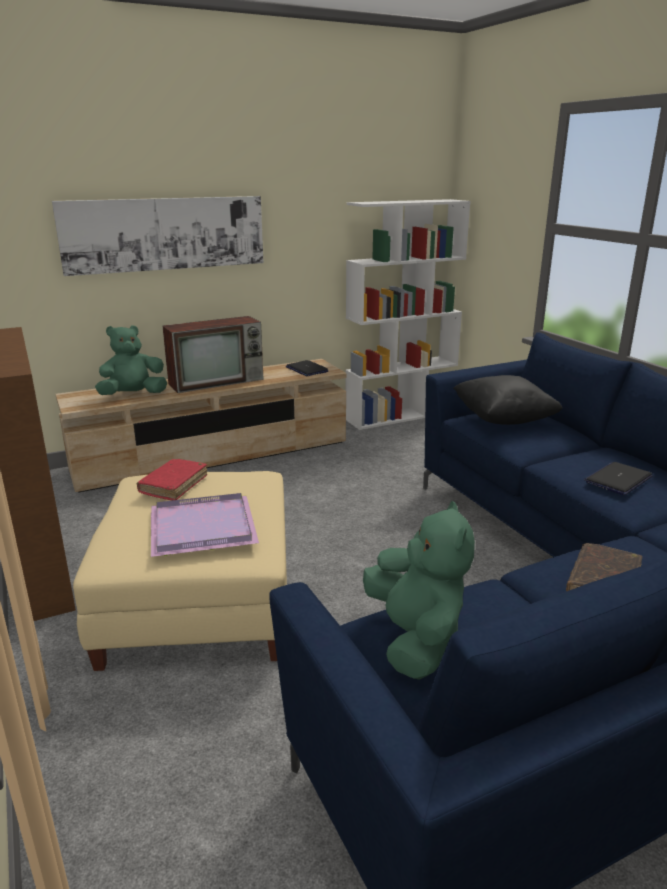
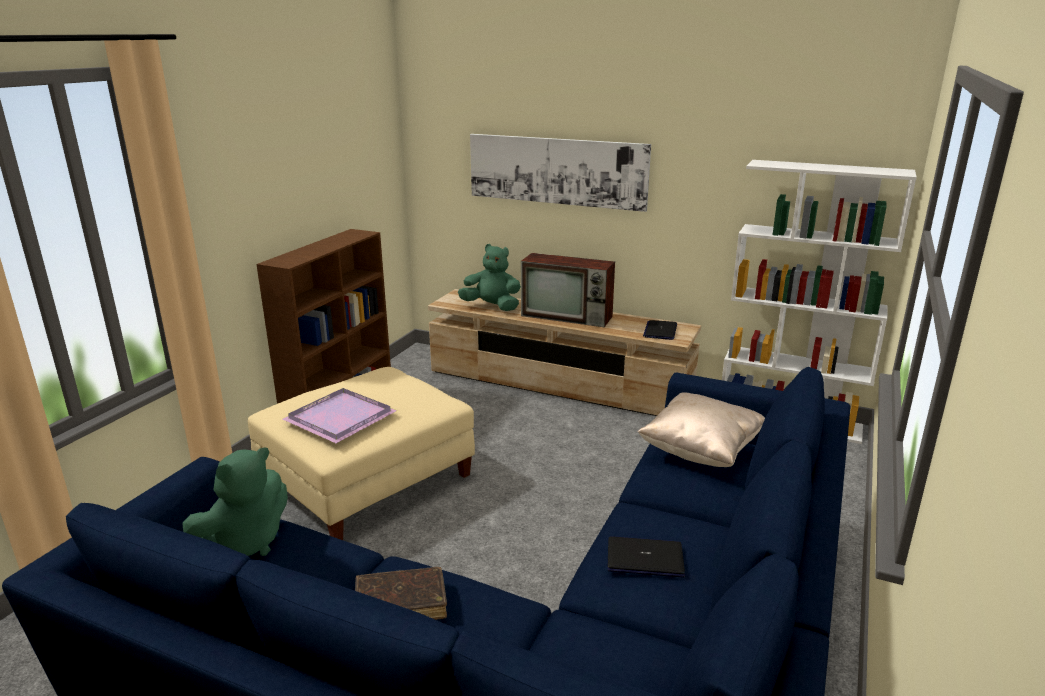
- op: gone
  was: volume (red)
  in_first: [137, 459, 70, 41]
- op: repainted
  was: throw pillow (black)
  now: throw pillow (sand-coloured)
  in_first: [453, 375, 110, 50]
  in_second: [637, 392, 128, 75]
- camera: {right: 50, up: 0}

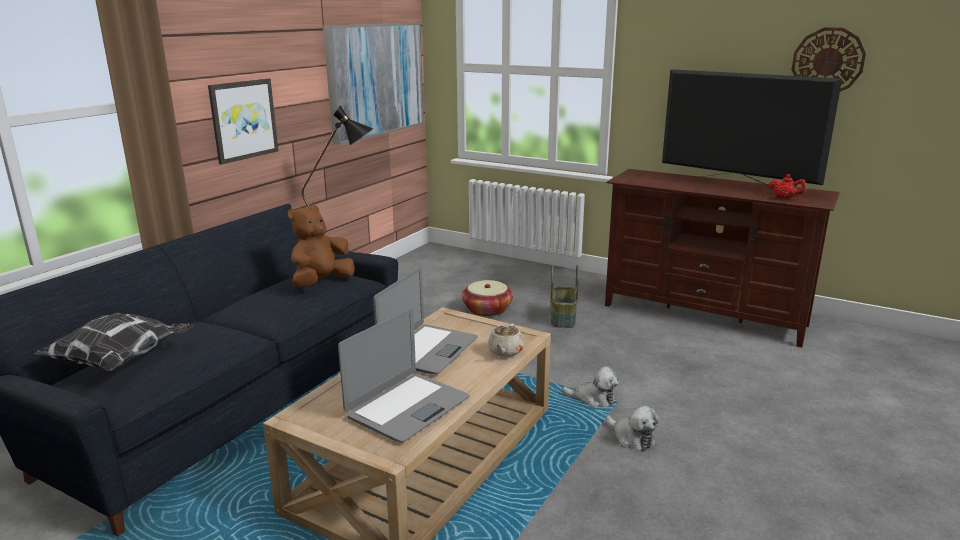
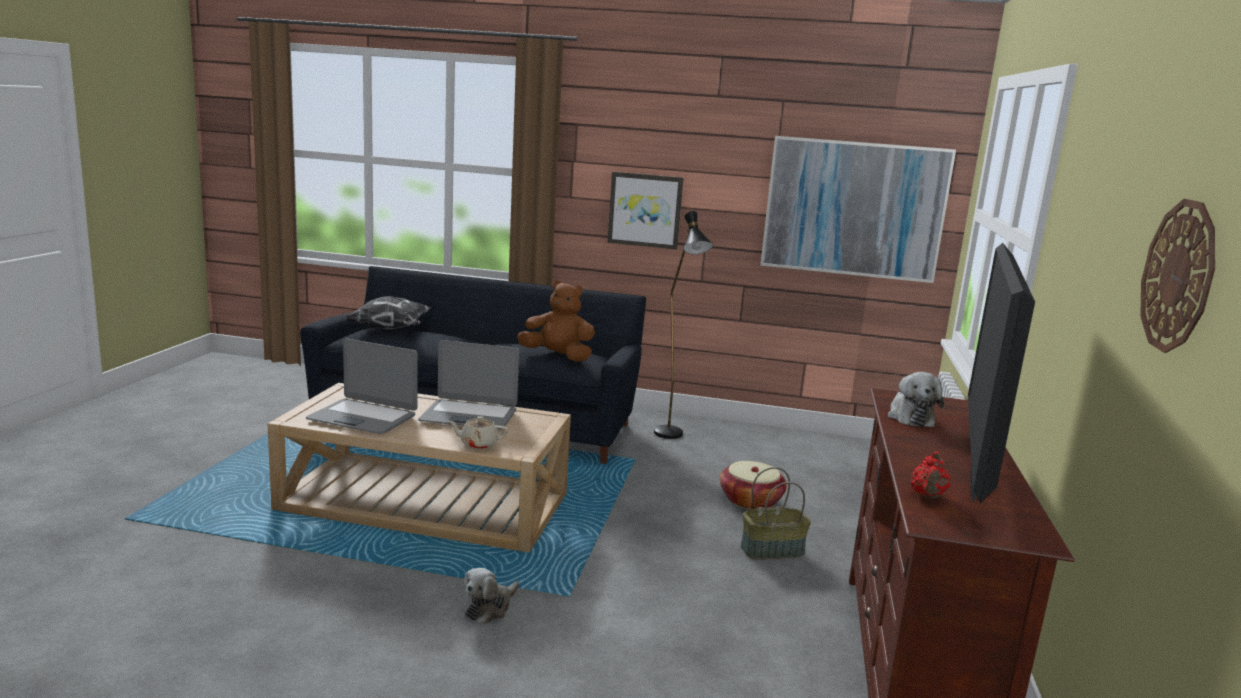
- op: shifted
  was: plush toy
  in_first: [562, 367, 57, 41]
  in_second: [888, 372, 56, 55]
- camera: {right: 70, up: -5}

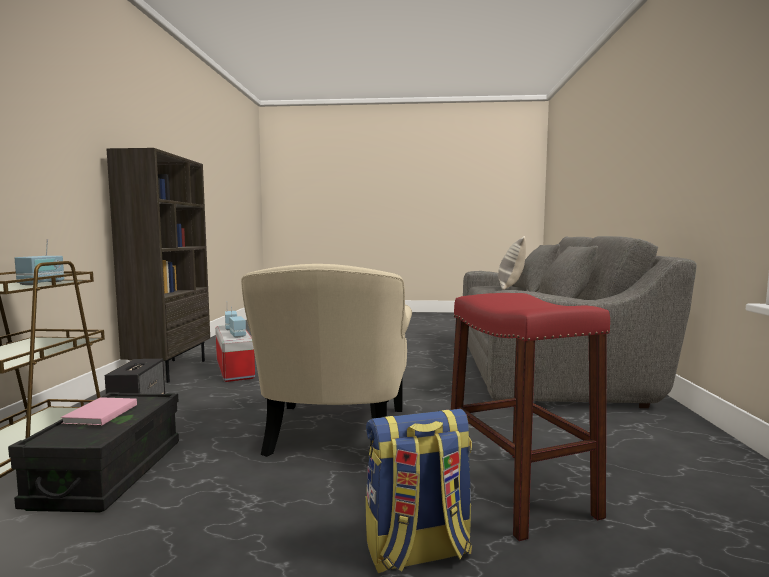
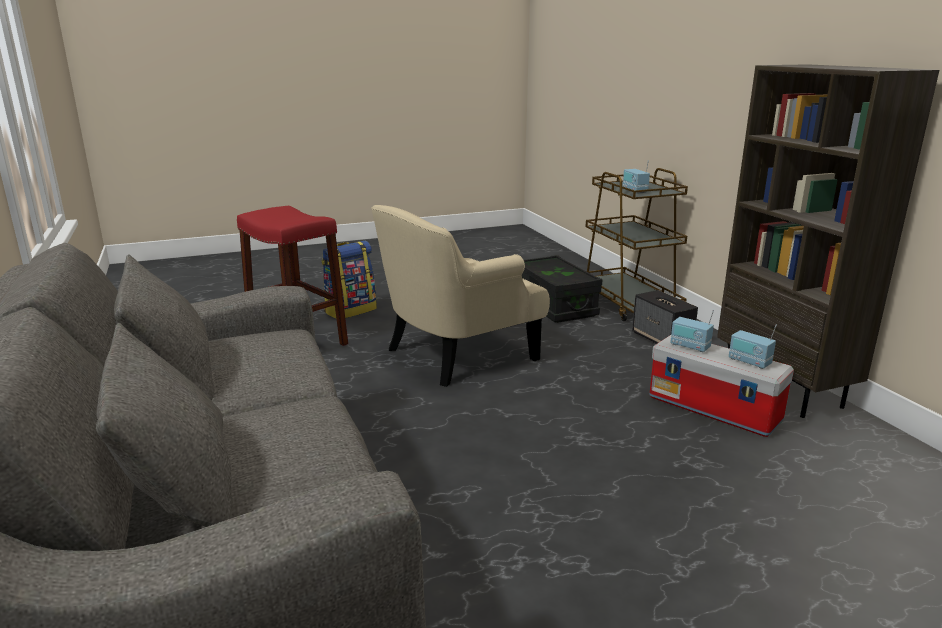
- op: gone
  was: volume (pink)
  in_first: [61, 397, 76, 29]
- op: rotated
  was: easy chair (sand-coloured)
  in_first: [241, 264, 171, 193]
  in_second: [371, 205, 179, 182]
  clockwise: -105
- op: gone
  was: throw pillow
  in_first: [498, 236, 28, 54]
- camera: {right: 155, up: 15}

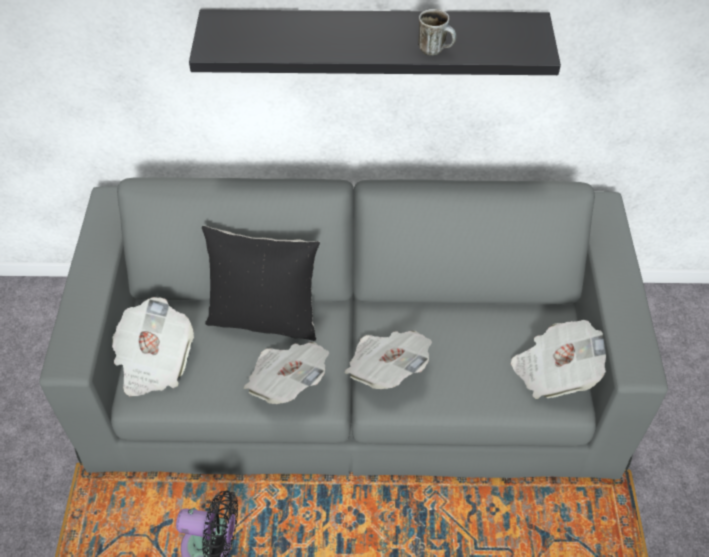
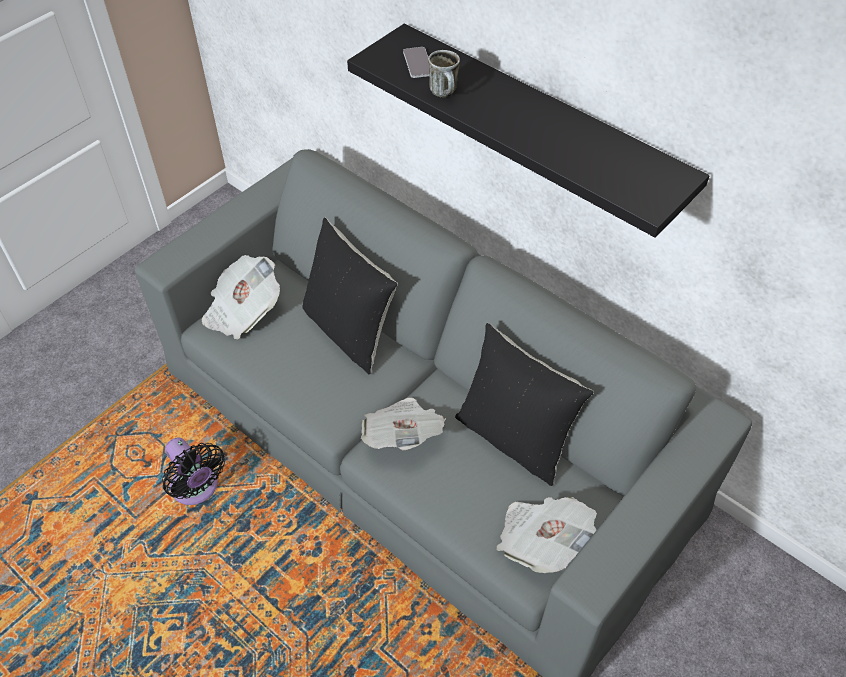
- op: gone
  was: daily paper
  in_first: [244, 342, 85, 62]
- op: shifted
  was: tea mug
  in_first: [418, 9, 38, 46]
  in_second: [428, 50, 32, 47]
- op: new
  now: handset
  in_second: [403, 47, 26, 31]
- op: new
  now: throw pillow (black)
  in_second: [455, 323, 139, 163]
- camera: {right: 40, up: 0}

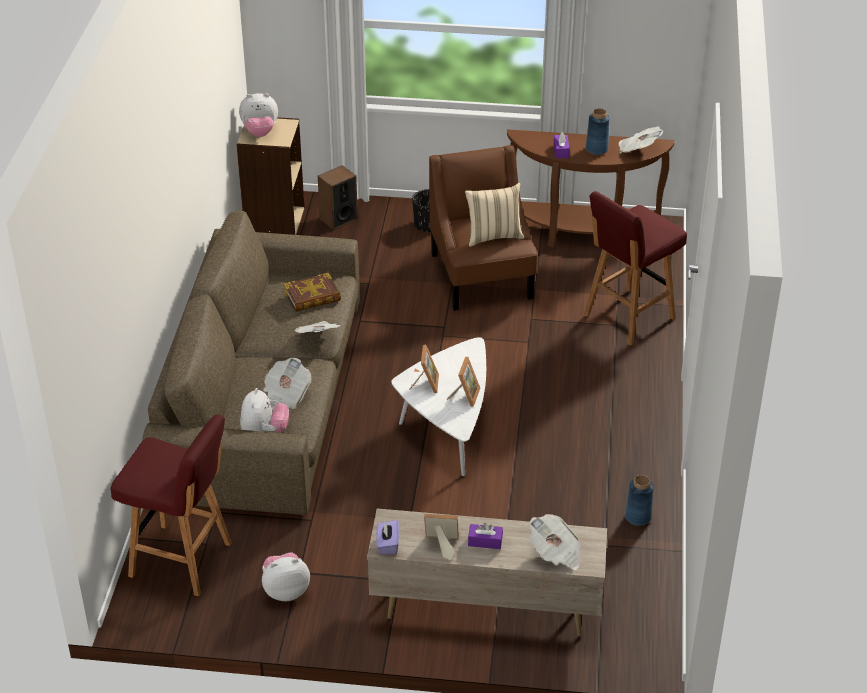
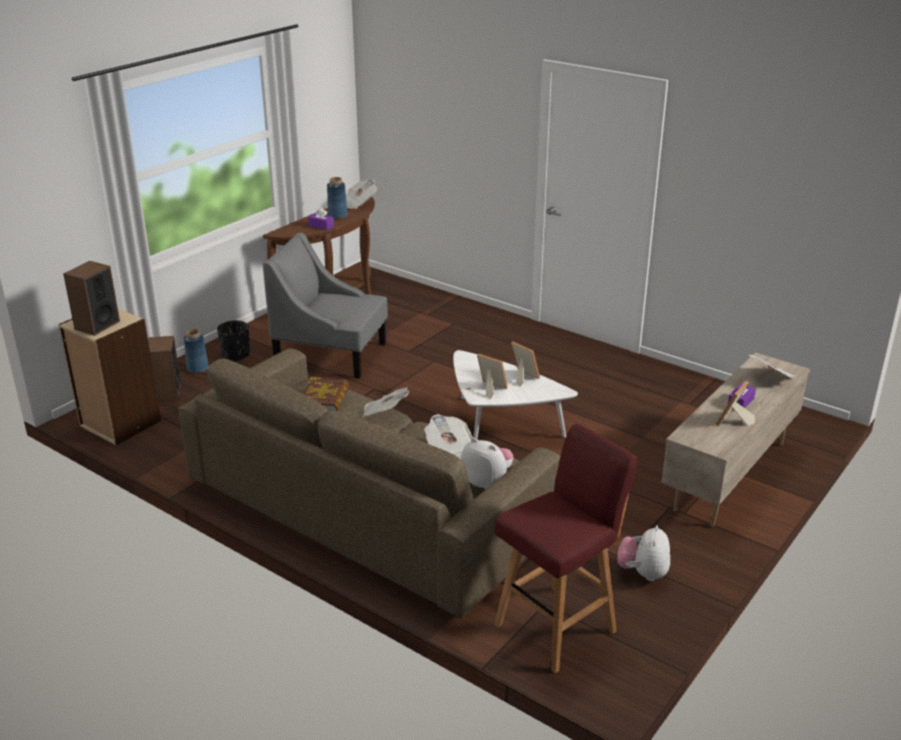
- op: swapped
  was: plush toy
  now: audio speaker
  in_first: [239, 93, 39, 44]
  in_second: [63, 261, 57, 75]
- op: gone
  was: tissue holder (purple-coloured)
  in_first: [376, 520, 23, 34]
- op: repainted
  was: easy chair (brownish)
  now: easy chair (greyish)
  in_first: [429, 145, 108, 166]
  in_second: [263, 232, 125, 147]
- op: gone
  was: throw pillow (sand-coloured)
  in_first: [465, 183, 59, 64]
- op: gone
  was: sitting stool (red)
  in_first: [584, 191, 103, 155]
- op: shifted
  was: vase (blue)
  in_first: [625, 475, 29, 51]
  in_second: [184, 329, 25, 44]
- camera: {right: -60, up: -10}

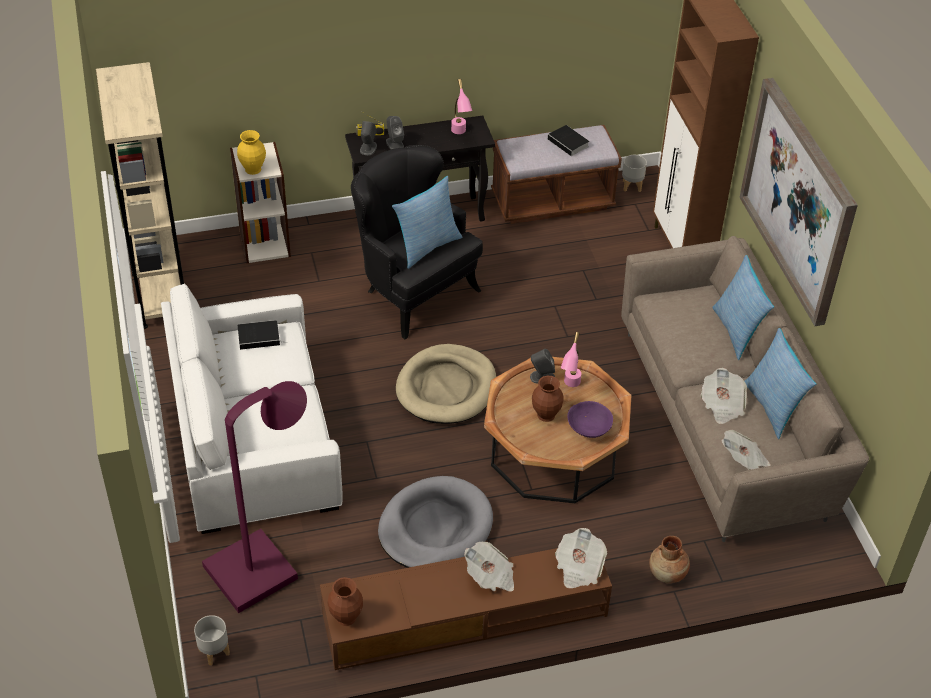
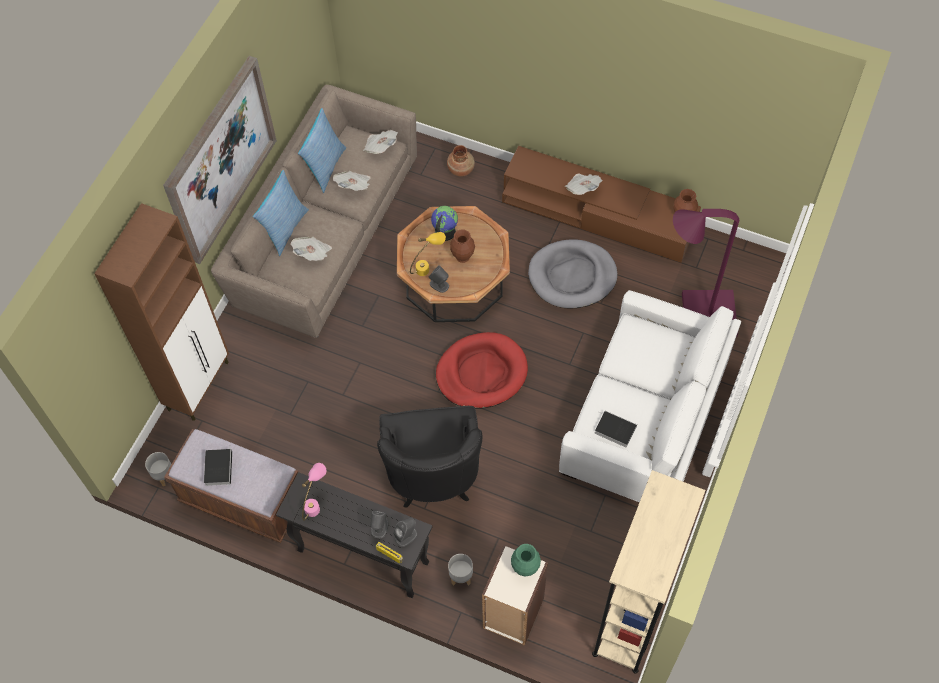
- op: shifted
  was: plant pot (greyish)
  in_first: [194, 615, 36, 50]
  in_second: [448, 554, 25, 32]
- op: repainted
  was: vase (yellowish)
  now: vase (green)
  in_first: [237, 130, 29, 45]
  in_second: [511, 544, 30, 32]
- op: gone
  was: throw pillow
  in_first: [392, 176, 71, 93]
- op: repainted
  was: dog bed (sand-coloured)
  now: dog bed (red)
  in_first: [396, 344, 100, 80]
  in_second: [436, 332, 92, 77]
- op: shifted
  was: daily paper
  in_first: [555, 528, 52, 60]
  in_second: [291, 237, 41, 24]
- op: repainted
  was: tabletop lamp (pink)
  now: tabletop lamp (yellowish)
  in_first: [561, 332, 20, 55]
  in_second: [410, 232, 36, 44]
- op: swapped
  was: deep dish (purple-coloured)
  now: globe
  in_first: [567, 401, 46, 37]
  in_second: [431, 206, 27, 35]
- camera: {right: -140, up: 15}

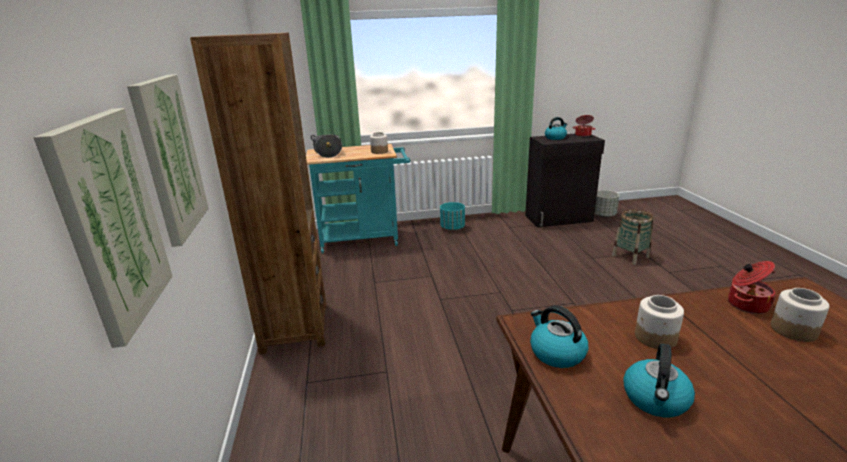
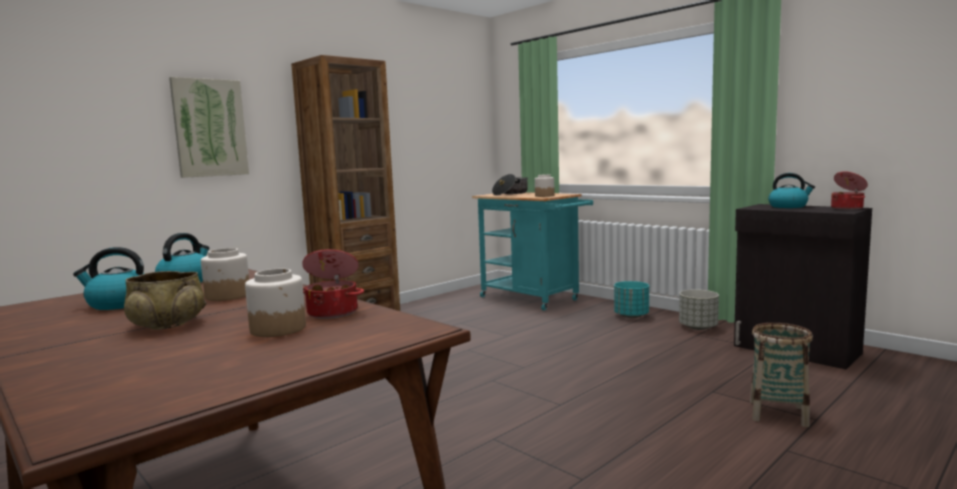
- op: gone
  was: wall art
  in_first: [33, 108, 139, 240]
- op: shifted
  was: plant pot (greyish)
  in_first: [595, 190, 24, 27]
  in_second: [679, 289, 40, 41]
- op: new
  now: deep dish (sand-coloured)
  in_second: [124, 271, 82, 59]
- camera: {right: 55, up: -15}

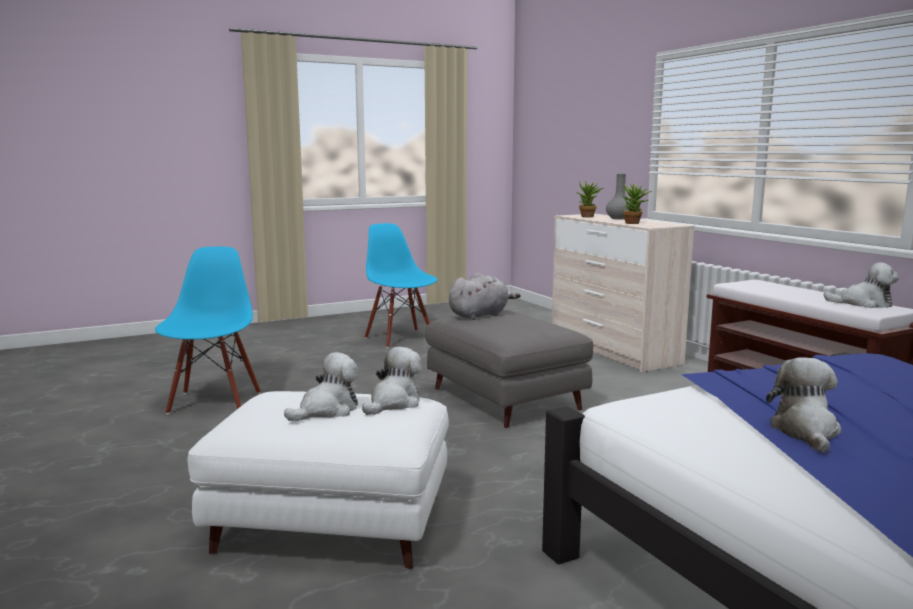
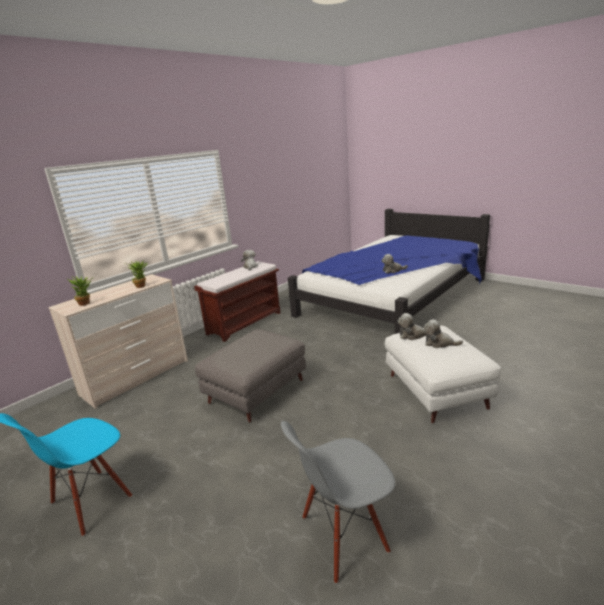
- op: repainted
  was: upright chair (blue)
  now: upright chair (greyish)
  in_first: [155, 247, 106, 167]
  in_second: [281, 421, 114, 163]
- op: gone
  was: plush toy (greyish)
  in_first: [449, 273, 72, 47]
- op: gone
  was: vase (greyish)
  in_first: [606, 174, 24, 45]
- camera: {right: -110, up: 10}

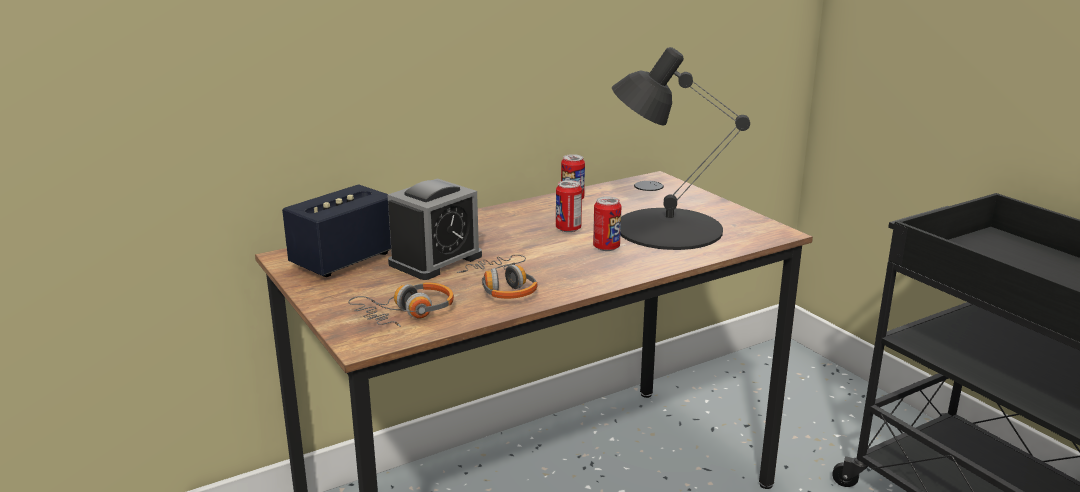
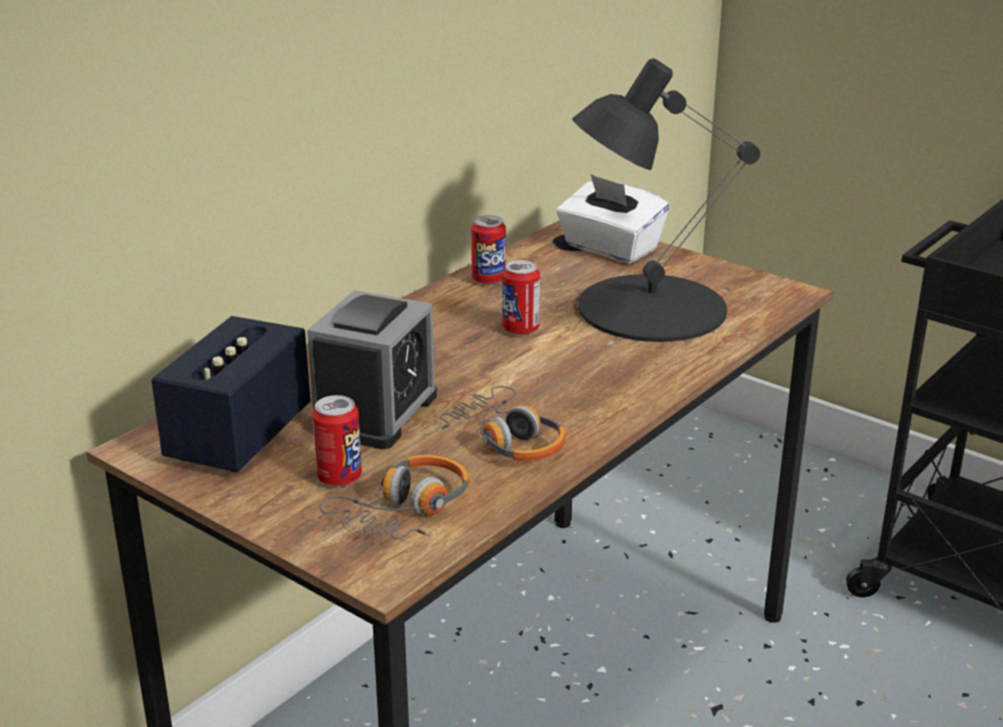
- op: shifted
  was: sealed can
  in_first: [593, 197, 28, 54]
  in_second: [312, 395, 50, 91]
- op: new
  now: tissue holder (whitish)
  in_second: [556, 174, 114, 89]
- camera: {right: -20, up: 5}

